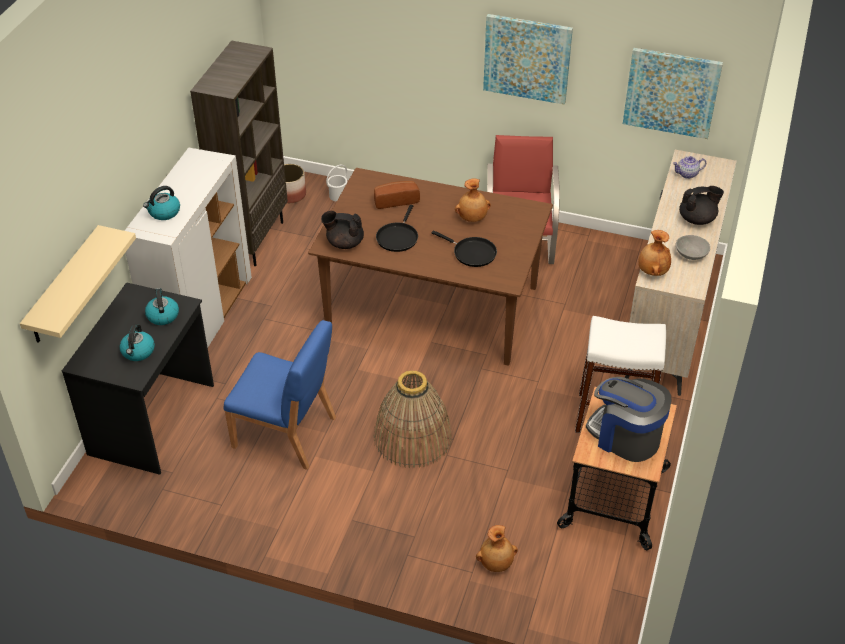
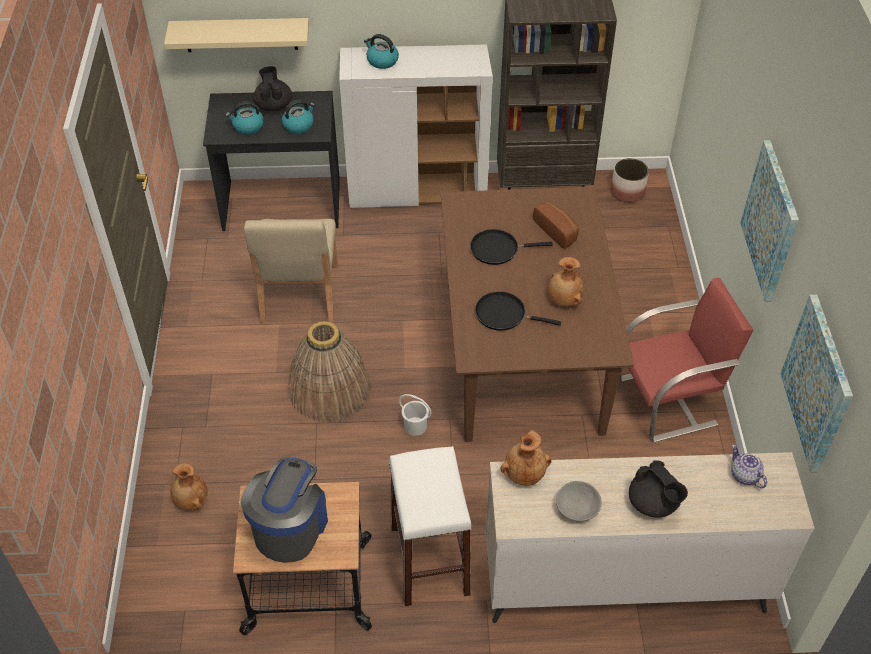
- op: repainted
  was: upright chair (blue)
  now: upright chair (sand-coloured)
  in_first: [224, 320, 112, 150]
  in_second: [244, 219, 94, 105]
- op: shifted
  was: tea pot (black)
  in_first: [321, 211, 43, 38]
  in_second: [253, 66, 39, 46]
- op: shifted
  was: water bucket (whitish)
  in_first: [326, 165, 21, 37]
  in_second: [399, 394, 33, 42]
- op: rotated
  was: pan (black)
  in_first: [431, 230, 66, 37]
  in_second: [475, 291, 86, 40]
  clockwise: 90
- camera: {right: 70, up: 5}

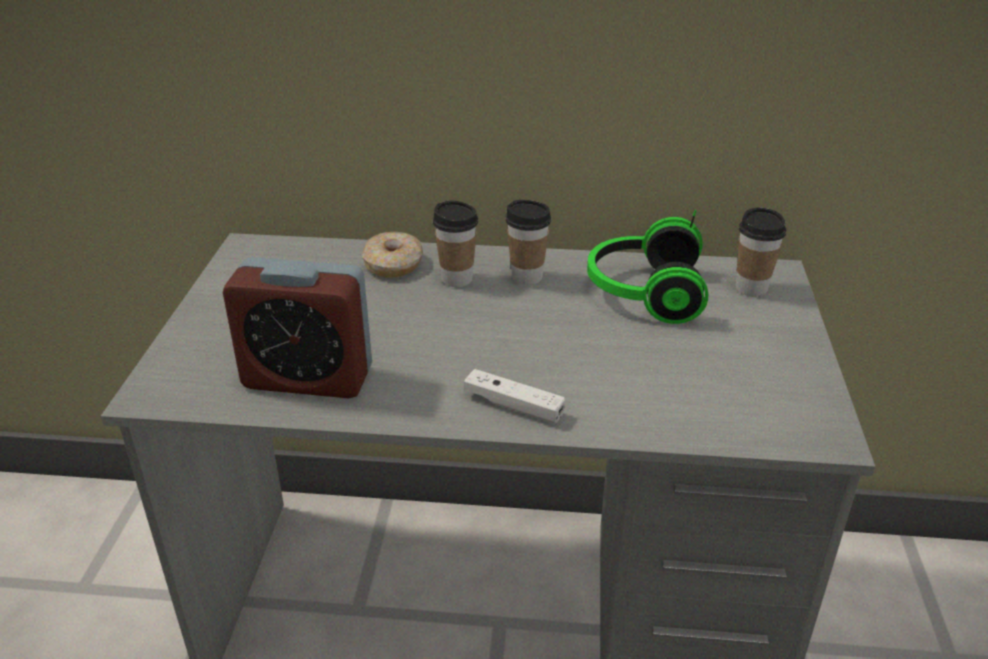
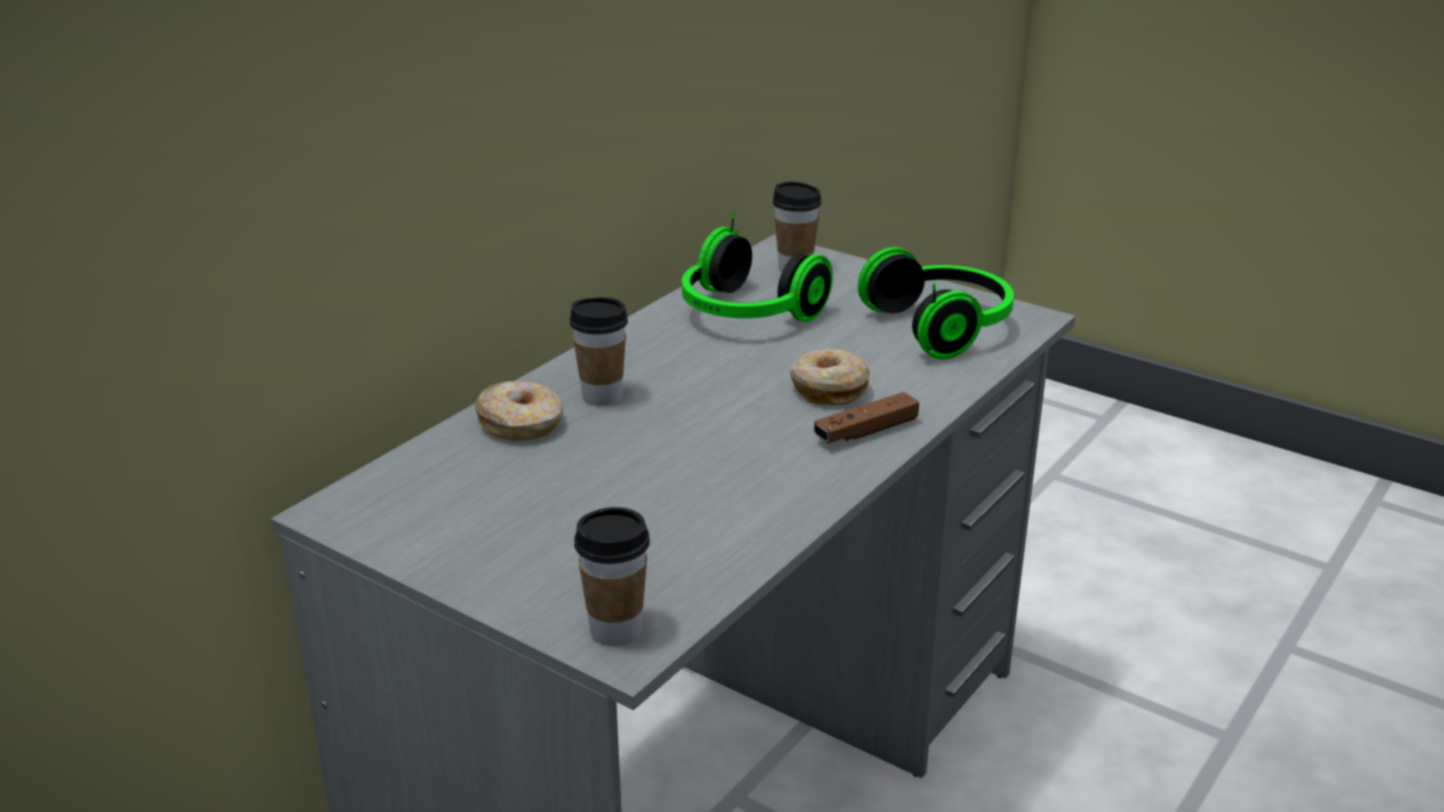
- op: gone
  was: table clock
  in_first: [223, 257, 149, 141]
- op: repainted
  was: joypad (whitish)
  now: joypad (brownish)
  in_first: [464, 369, 102, 54]
  in_second: [814, 392, 105, 52]
- op: shifted
  was: cup
  in_first: [506, 200, 45, 85]
  in_second: [574, 507, 76, 140]
- op: new
  now: doughnut
  in_second: [789, 349, 81, 57]
- op: new
  now: pair of headphones
  in_second: [858, 247, 156, 112]
- camera: {right: -60, up: -5}

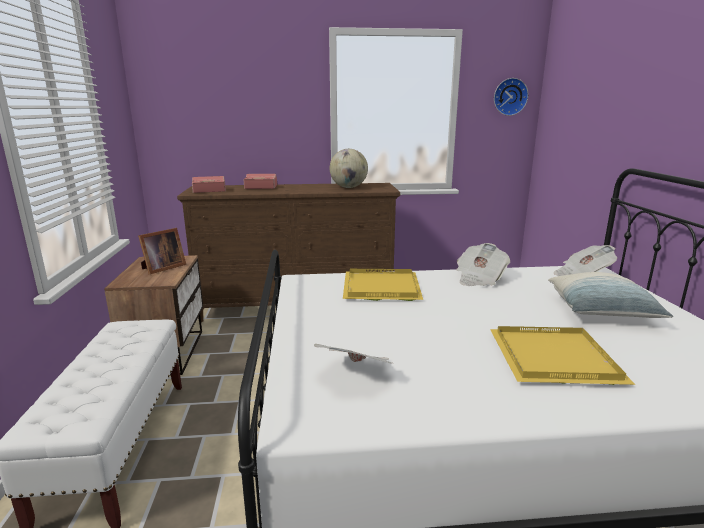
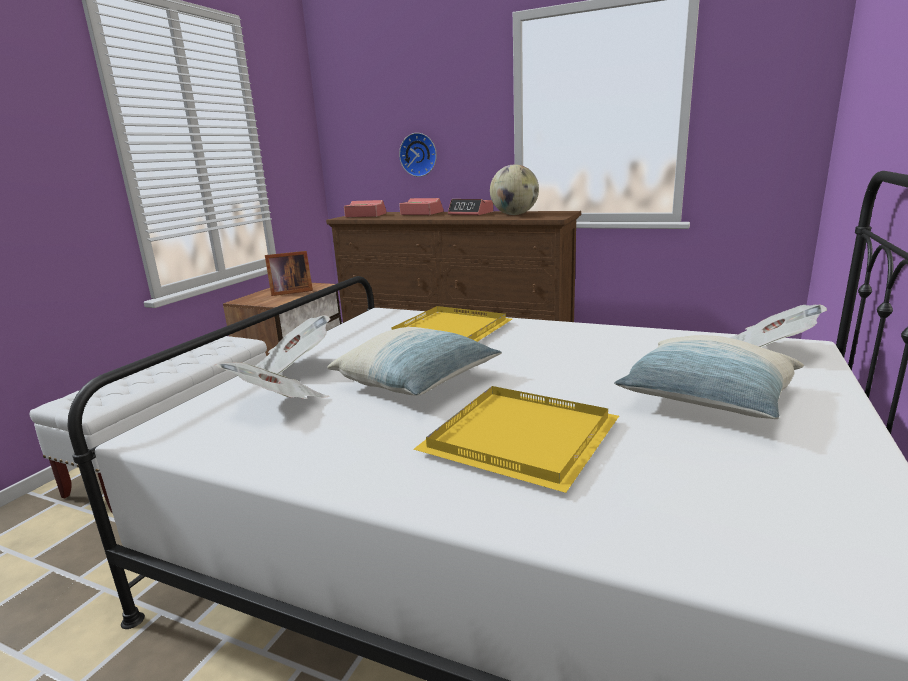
- op: shifted
  was: daily paper
  in_first: [457, 243, 53, 43]
  in_second: [255, 315, 76, 59]
- op: shifted
  was: wall clock
  in_first: [494, 78, 34, 38]
  in_second: [399, 133, 38, 44]
- op: new
  now: throw pillow
  in_second: [327, 327, 175, 68]
- op: new
  now: table clock
  in_second: [448, 199, 45, 16]
- camera: {right: 30, up: 0}

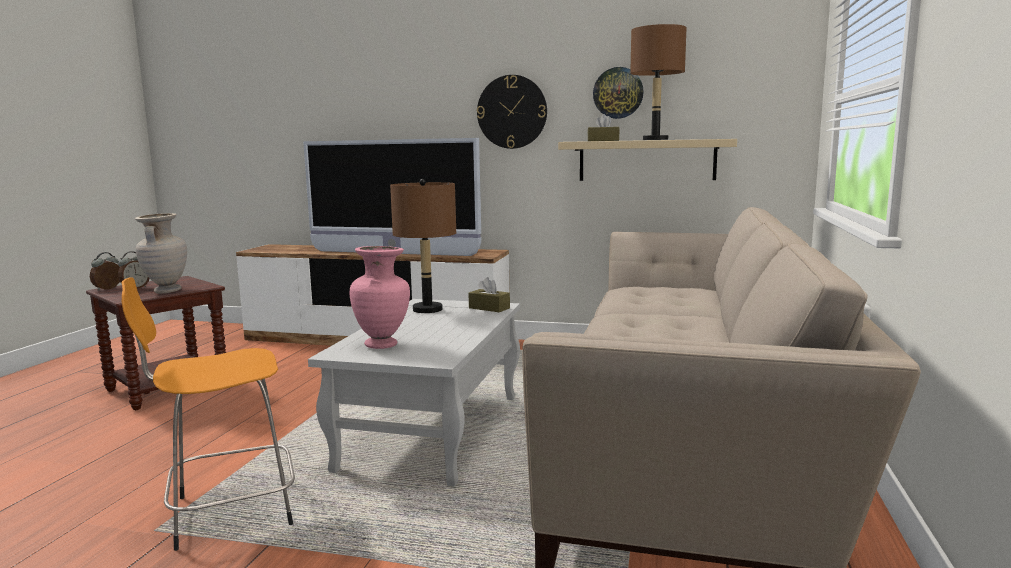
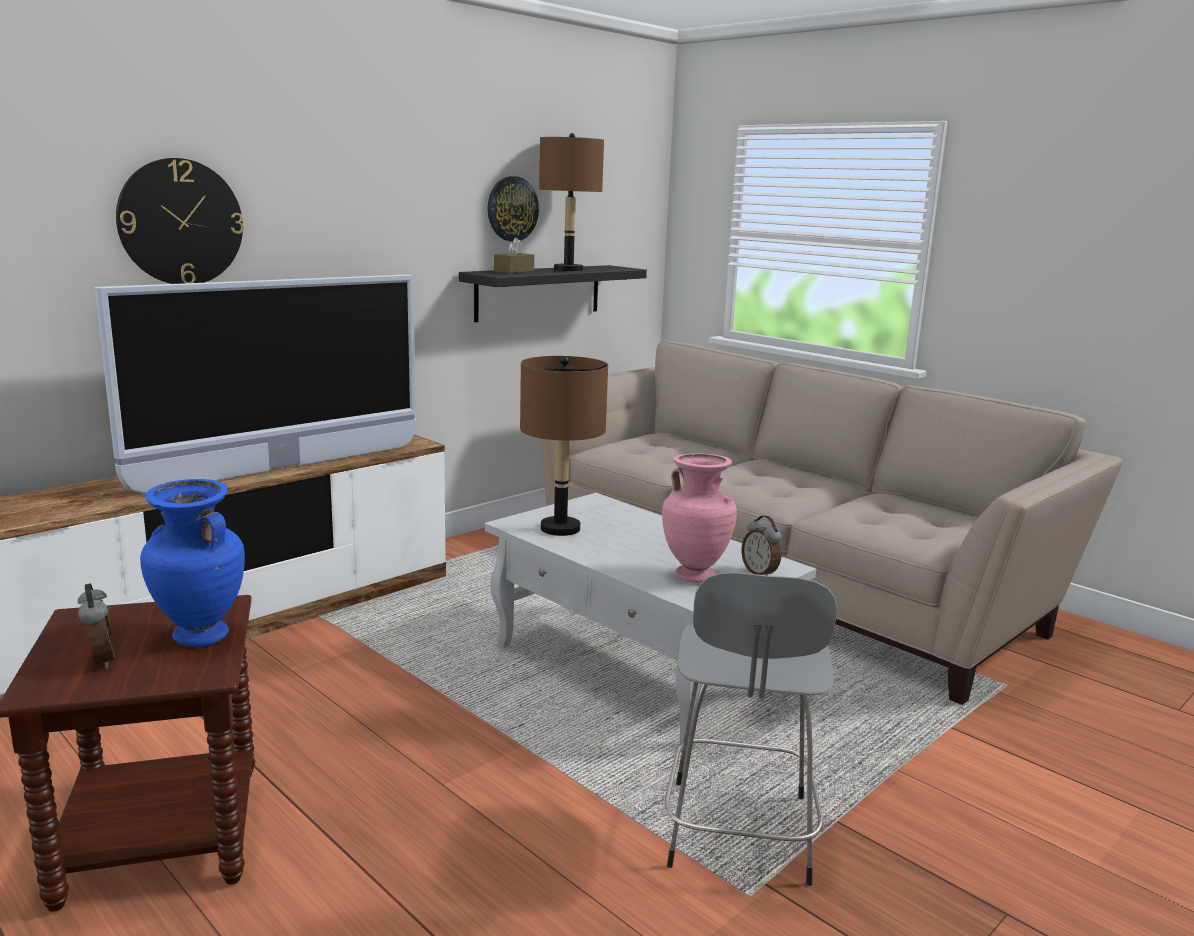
- op: shifted
  was: table clock
  in_first: [90, 252, 30, 39]
  in_second: [741, 516, 41, 60]
- op: repainted
  was: sitting stool (orange-coloured)
  now: sitting stool (greyish)
  in_first: [122, 277, 173, 274]
  in_second: [665, 572, 172, 314]
- op: repainted
  was: vase (sand-coloured)
  now: vase (blue)
  in_first: [135, 213, 52, 81]
  in_second: [140, 479, 105, 168]
- op: gone
  was: tissue holder (brownish)
  in_first: [468, 277, 42, 35]
- op: shifted
  was: wall clock
  in_first: [477, 75, 70, 74]
  in_second: [116, 158, 128, 126]
- op: repainted
  was: bracket shelf (sand-coloured)
  now: bracket shelf (black)
  in_first: [558, 139, 179, 42]
  in_second: [459, 265, 188, 57]
- camera: {right: -60, up: 5}

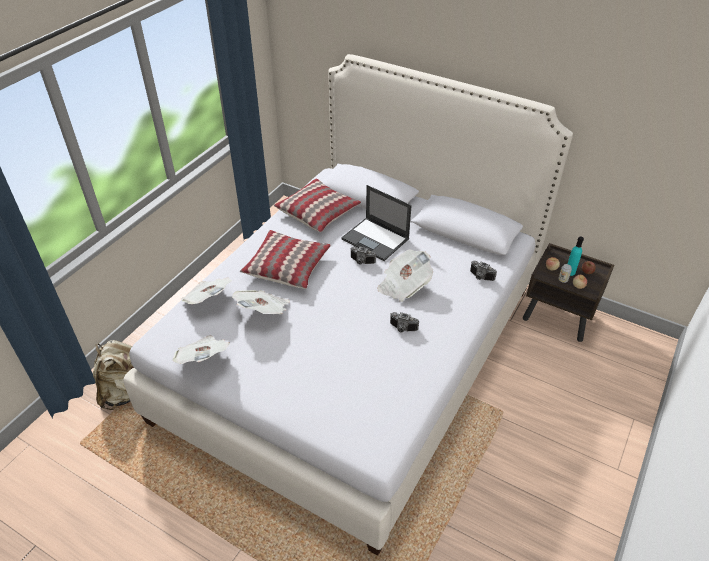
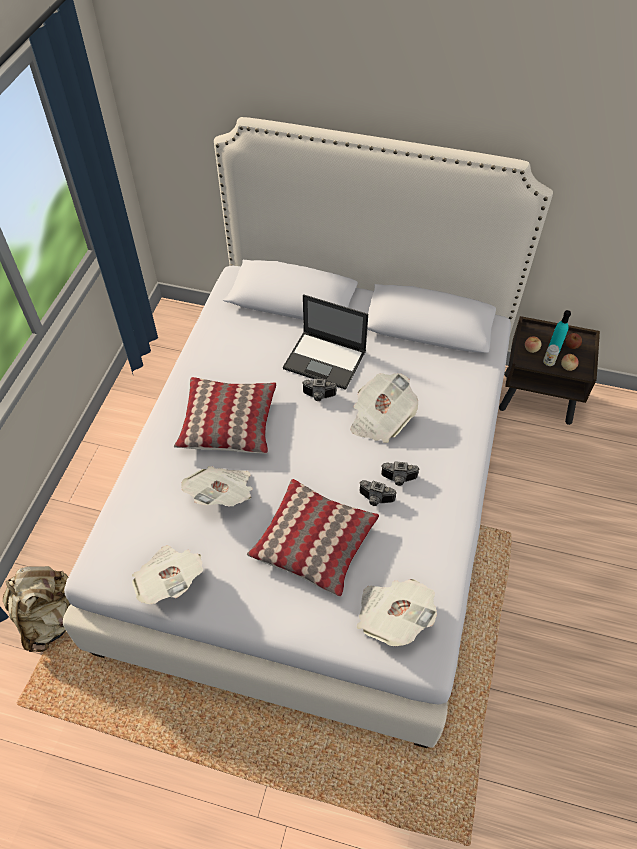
- op: shifted
  was: daily paper
  in_first: [181, 278, 51, 26]
  in_second: [357, 579, 80, 67]
- op: shifted
  was: throw pillow
  in_first: [274, 179, 87, 53]
  in_second: [247, 479, 132, 118]
- op: shifted
  was: photo camera
  in_first: [470, 261, 27, 20]
  in_second: [359, 480, 38, 26]
- camera: {right: -15, up: 10}

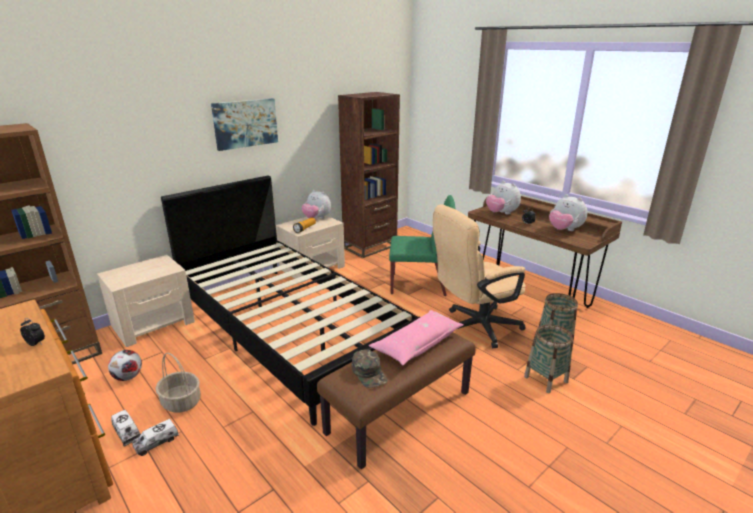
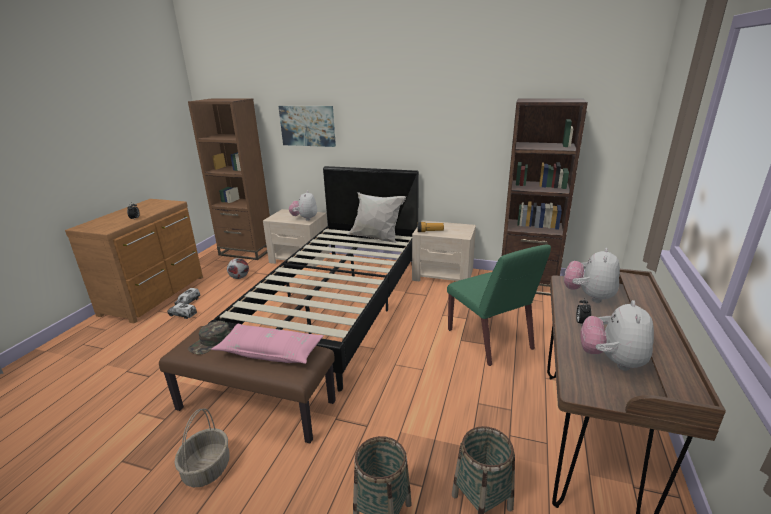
- op: shifted
  was: storage basket
  in_first: [156, 353, 45, 60]
  in_second: [174, 408, 56, 79]
- op: shifted
  was: wall art
  in_first: [211, 98, 67, 53]
  in_second: [278, 106, 58, 41]
- op: shifted
  was: plush toy
  in_first: [302, 190, 29, 29]
  in_second: [289, 191, 28, 30]
- op: gone
  was: computer chair (sand-coloured)
  in_first: [433, 205, 93, 143]
- op: new
  now: throw pillow (whitish)
  in_second: [347, 192, 59, 51]
- camera: {right: 60, up: 0}

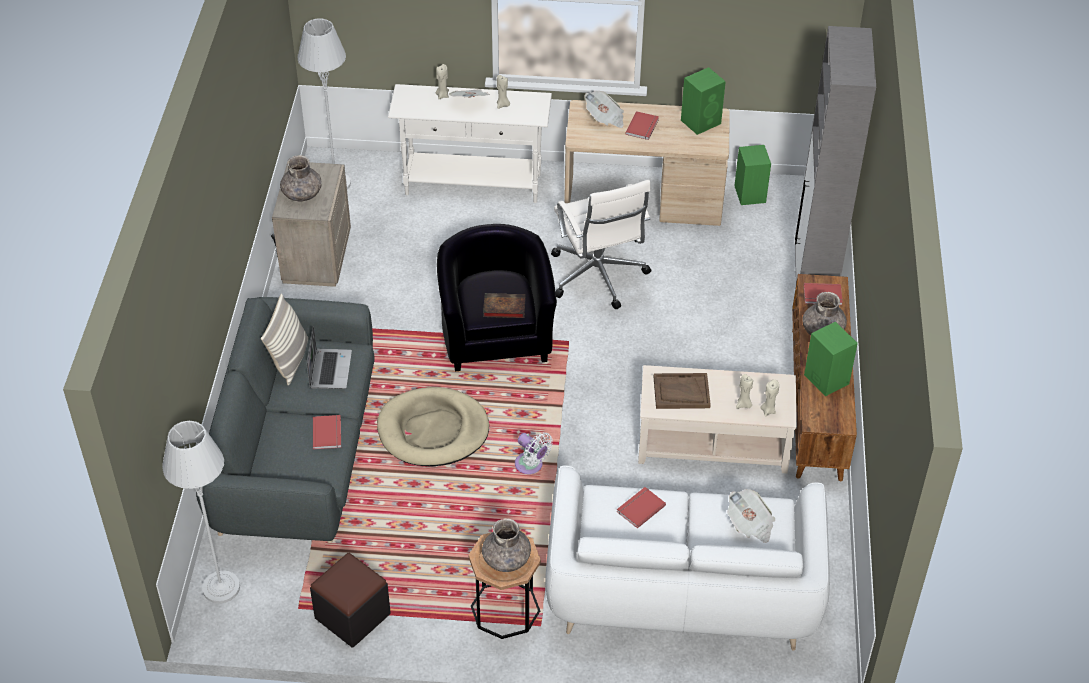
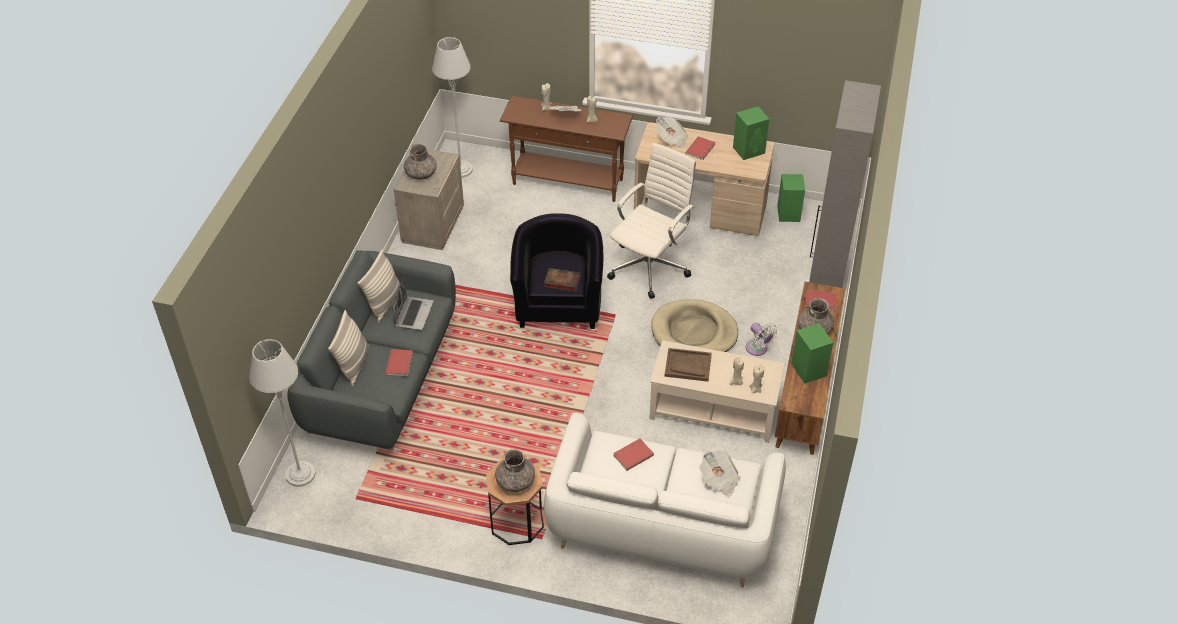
- op: gone
  was: ottoman (black)
  in_first: [310, 553, 81, 95]
- op: shifted
  was: dog bed (sand-coloured)
  in_first: [377, 387, 112, 79]
  in_second: [651, 299, 87, 53]
- op: repainted
  was: console table (whitish)
  now: console table (brownish)
  in_first: [388, 84, 164, 119]
  in_second: [500, 96, 133, 106]
- op: shifted
  was: fan (whitish)
  in_first: [515, 432, 38, 42]
  in_second: [746, 323, 32, 33]
- op: rotated
  was: computer chair (whitish)
  in_first: [551, 180, 100, 129]
  in_second: [607, 143, 89, 156]
  clockwise: -135
- op: new
  now: throw pillow
  in_second: [328, 310, 41, 76]
- camera: {right: 10, up: 0}

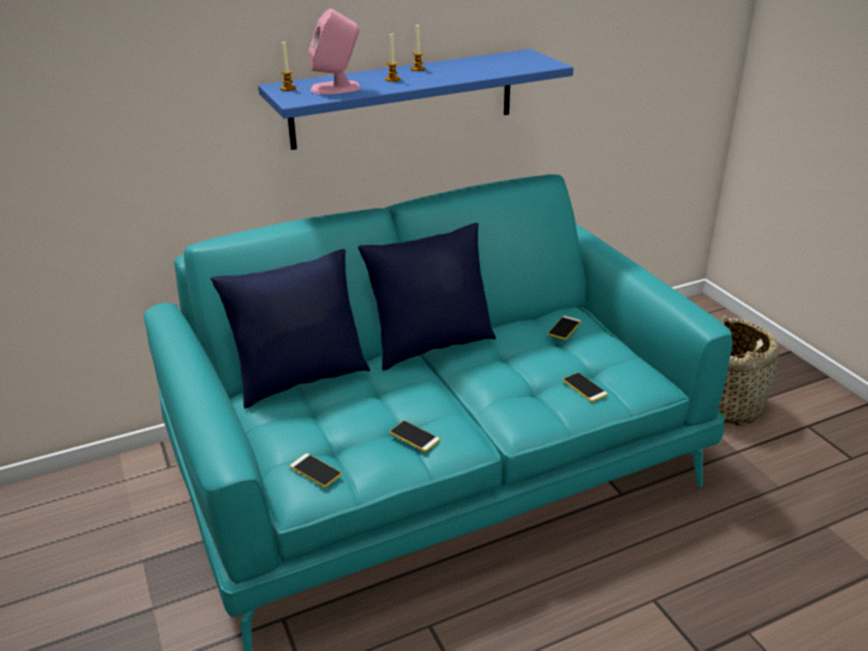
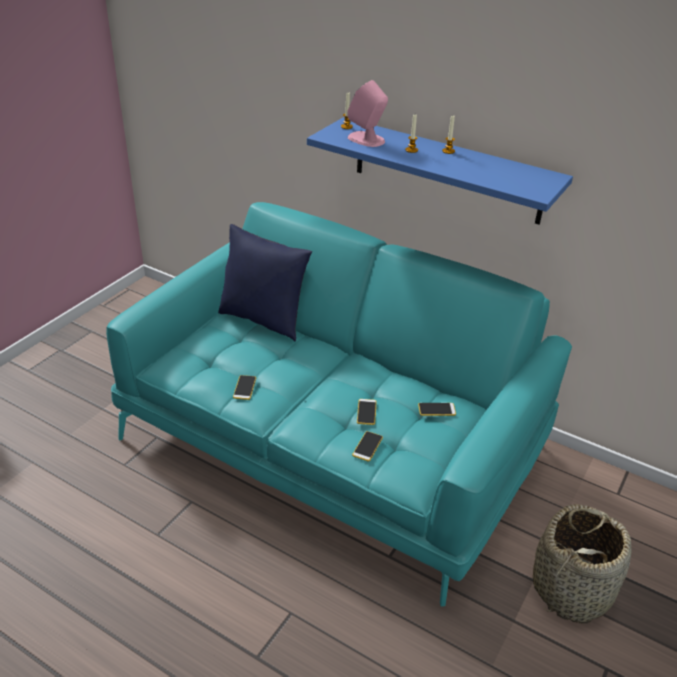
- op: shifted
  was: handset
  in_first: [290, 453, 52, 34]
  in_second: [357, 399, 20, 26]
- op: gone
  was: throw pillow (blue)
  in_first: [358, 223, 138, 148]
- camera: {right: 55, up: 5}

